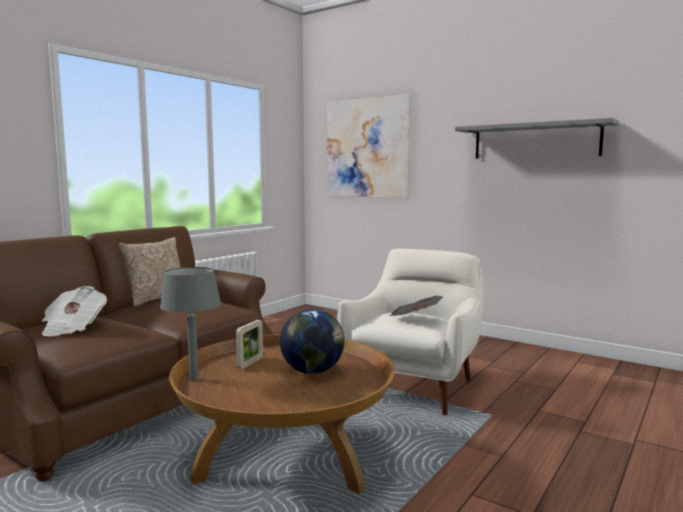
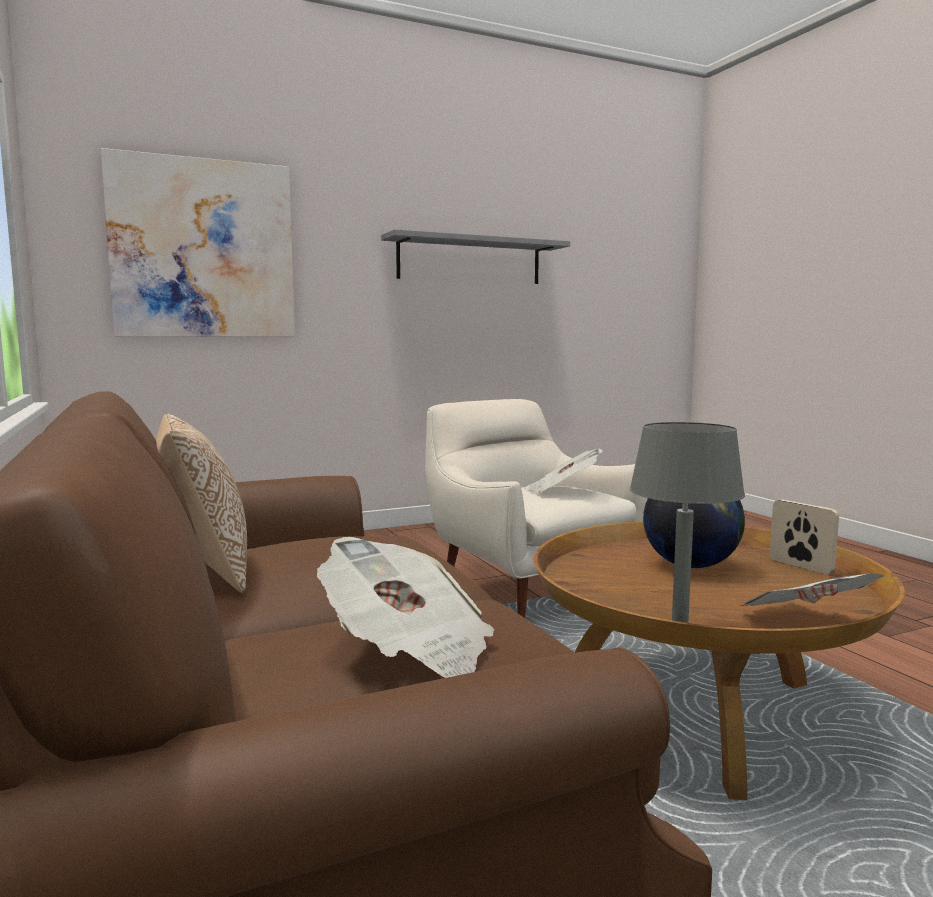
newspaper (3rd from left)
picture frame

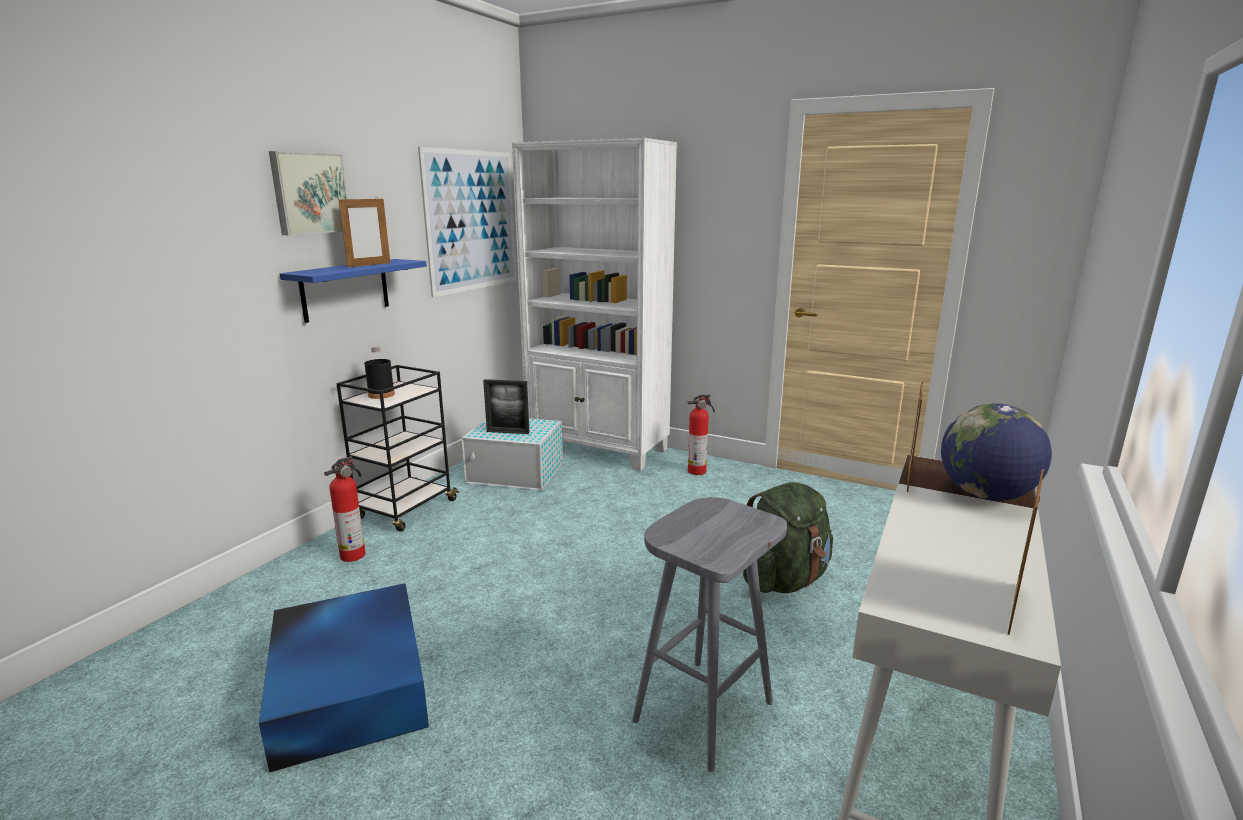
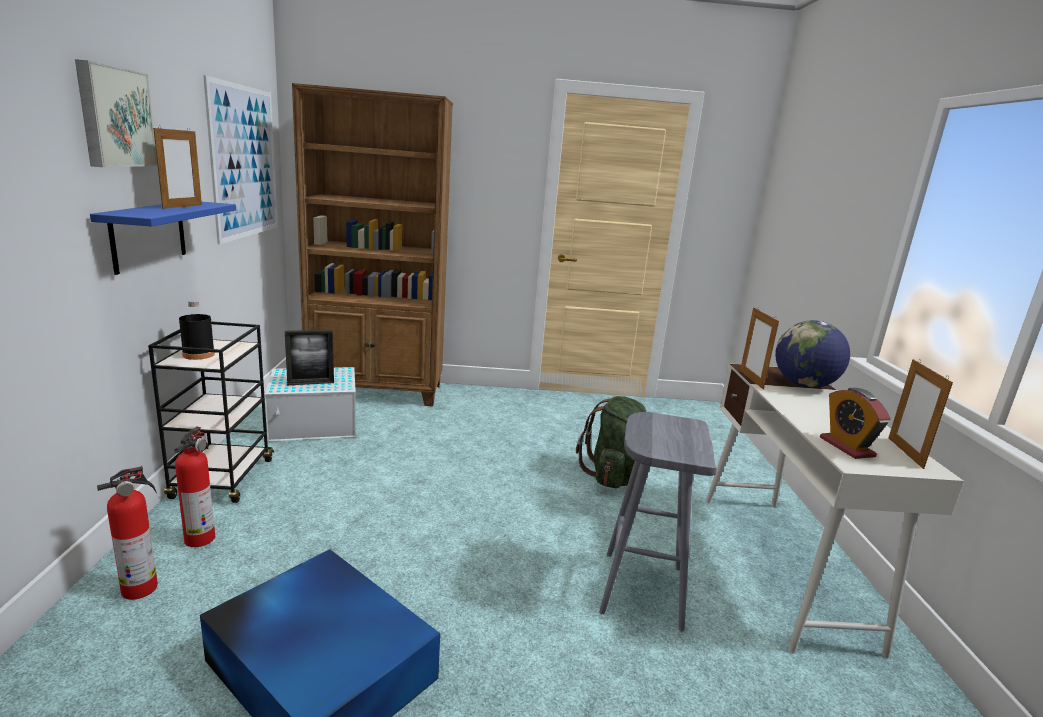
fire extinguisher (1st from left)
bookcase (brown)
alarm clock

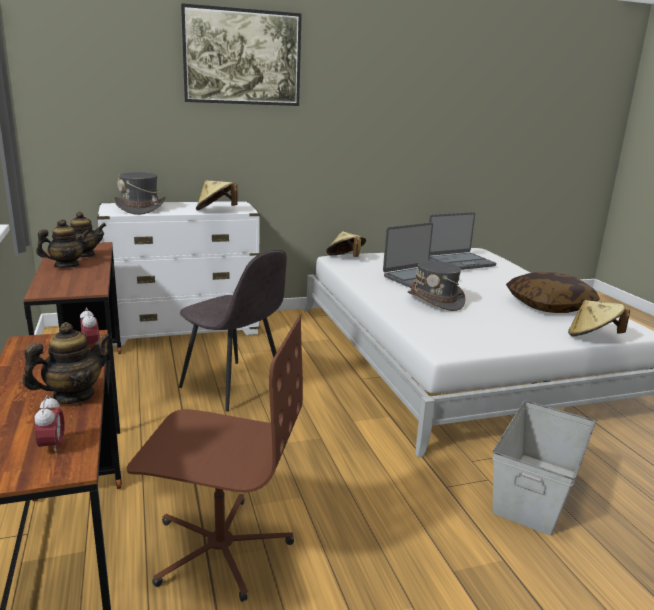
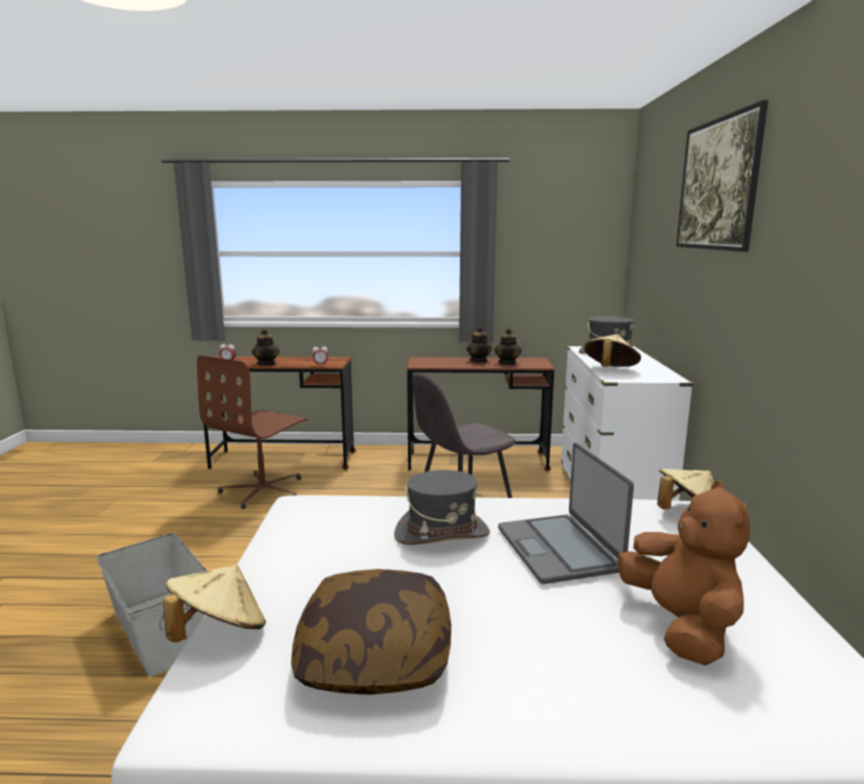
plush toy (brown)

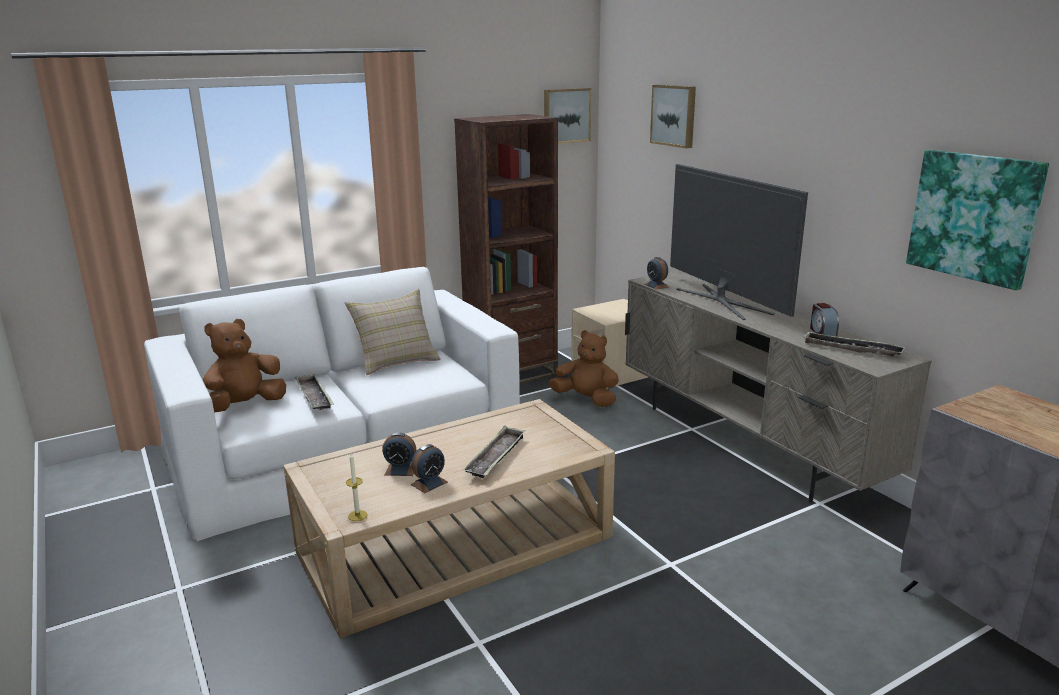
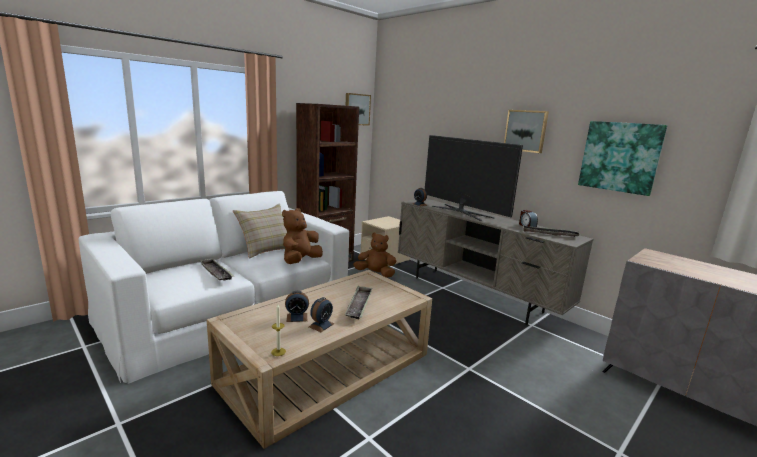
plush toy (brown) (1st from left)
picture (2nd from left)

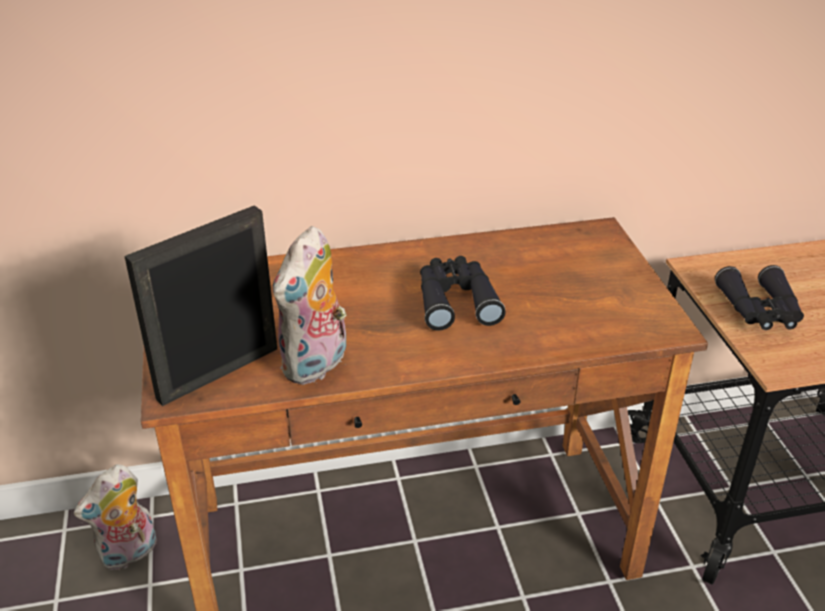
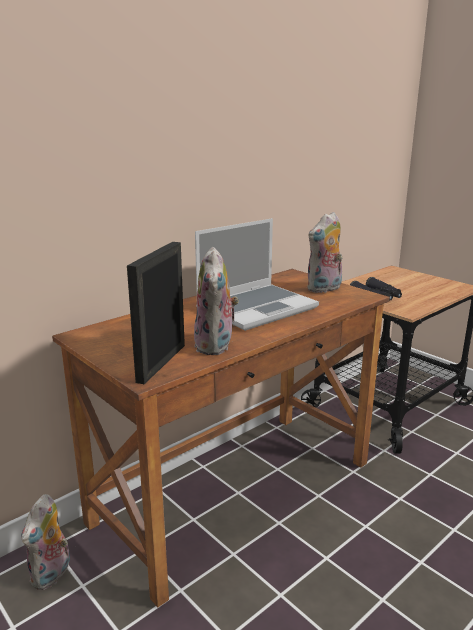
laptop
plush toy (3rd from left)

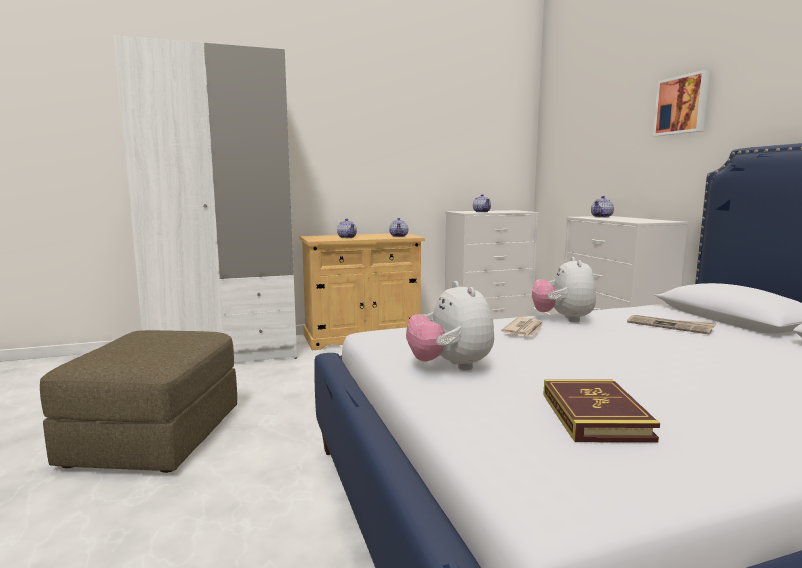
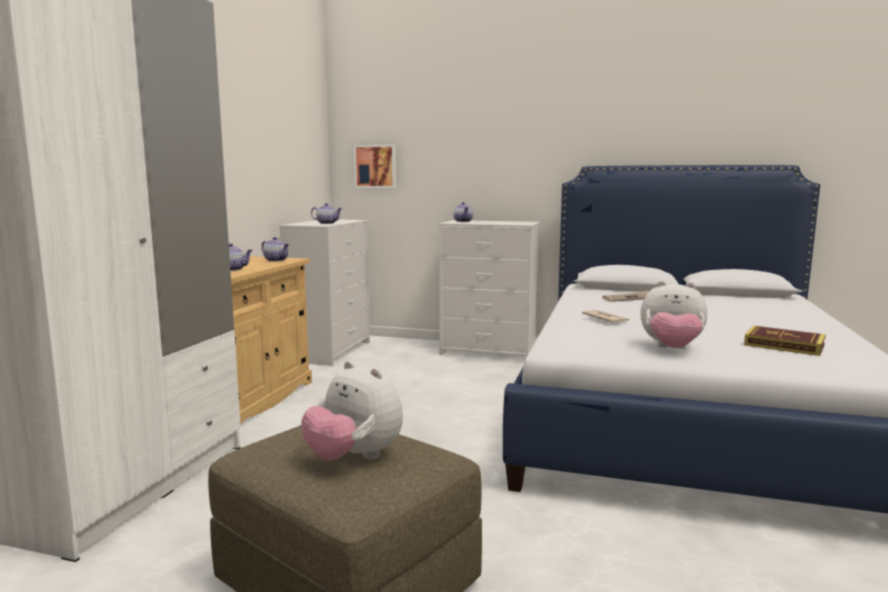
plush toy (1st from left)
picture

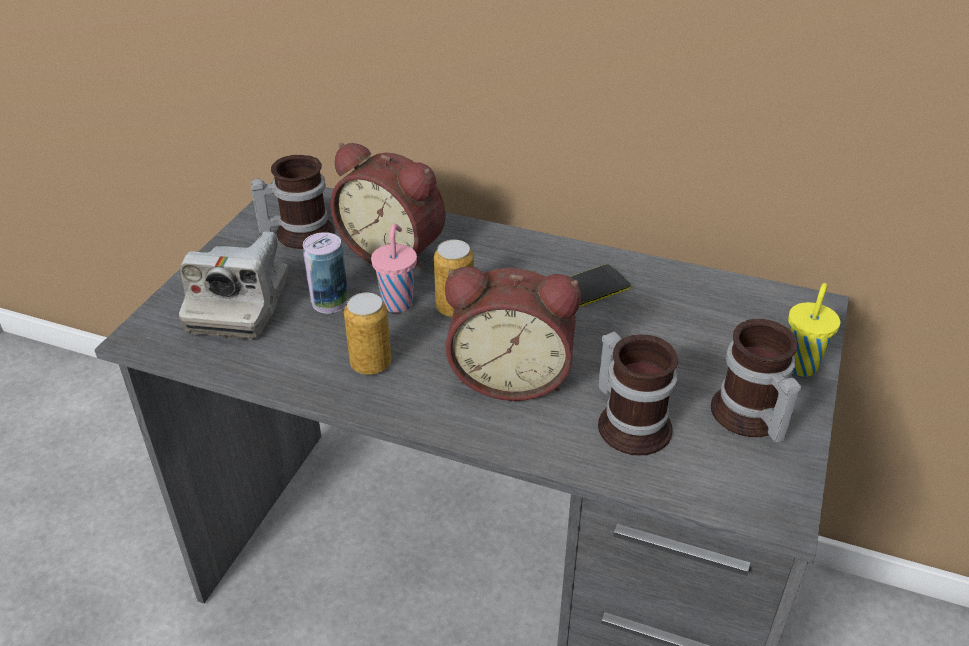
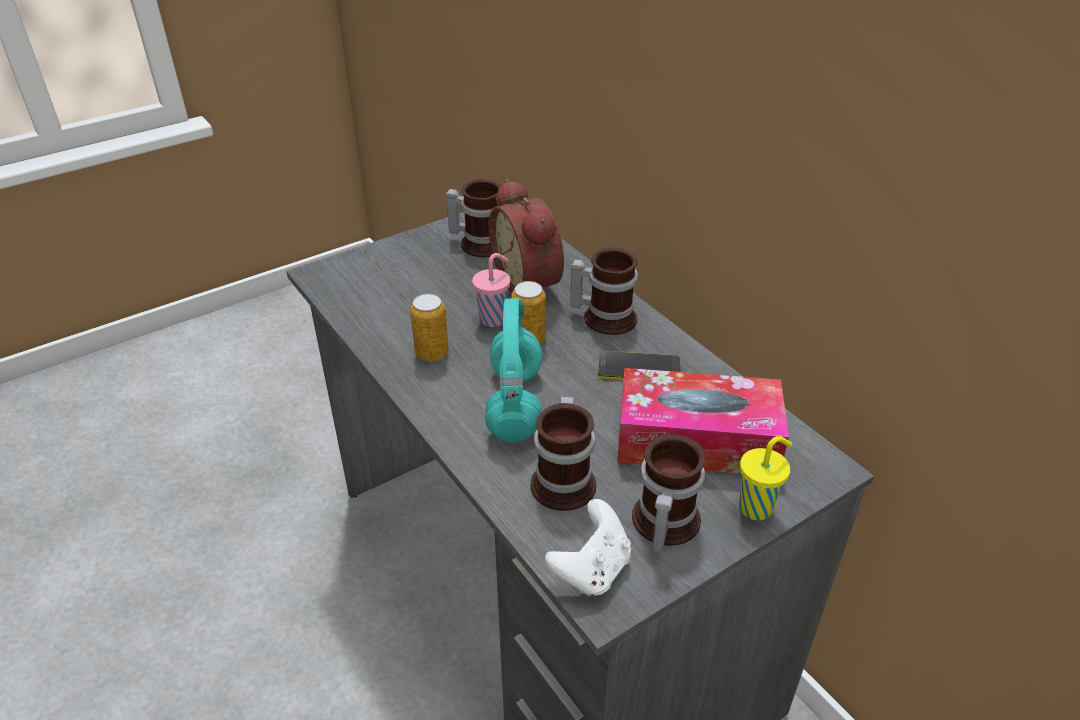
headphones (turquoise)
game controller (white)
mug (3rd from left)
tissue box
photo camera
can (1st from left in the first image)

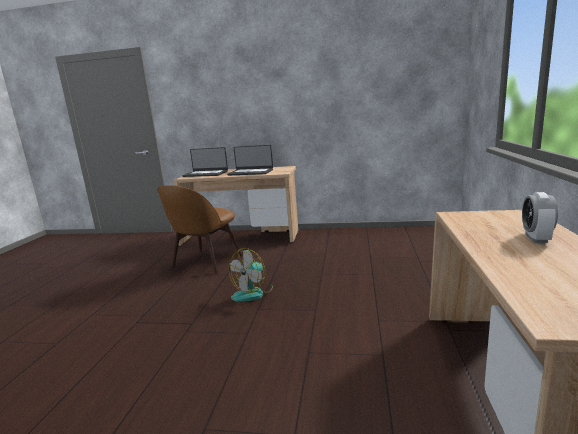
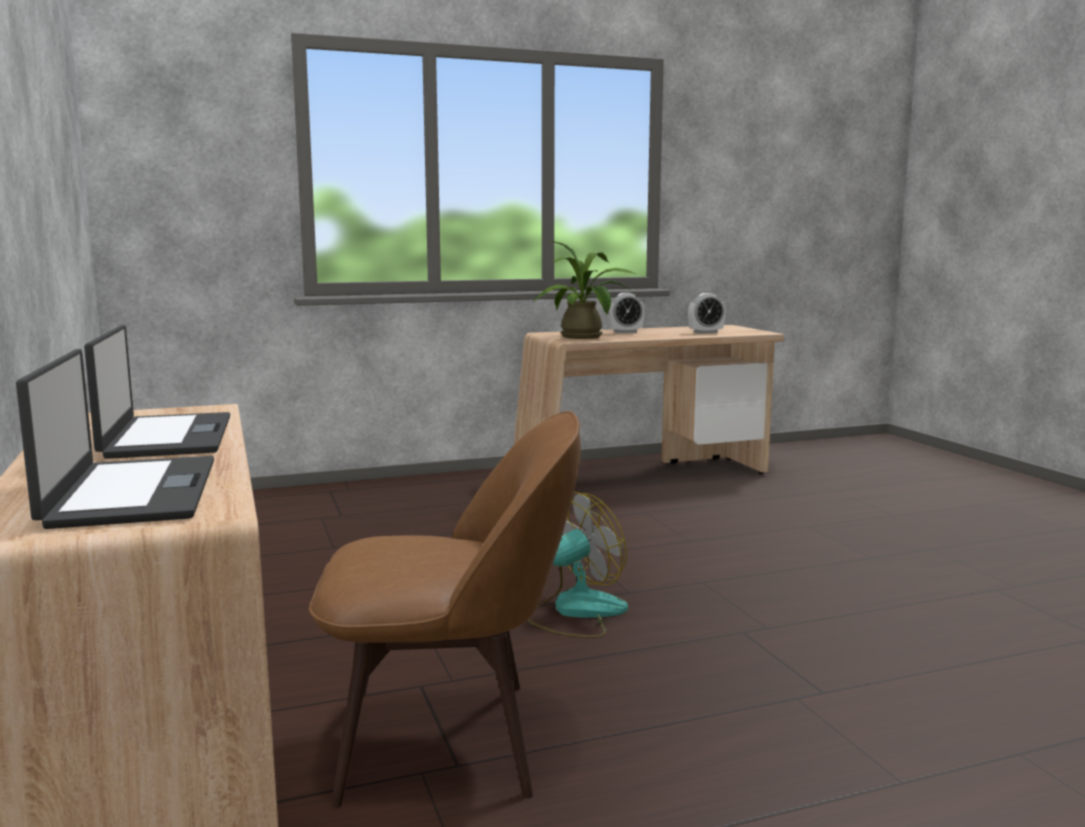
fan
potted plant
alarm clock (2nd from left)

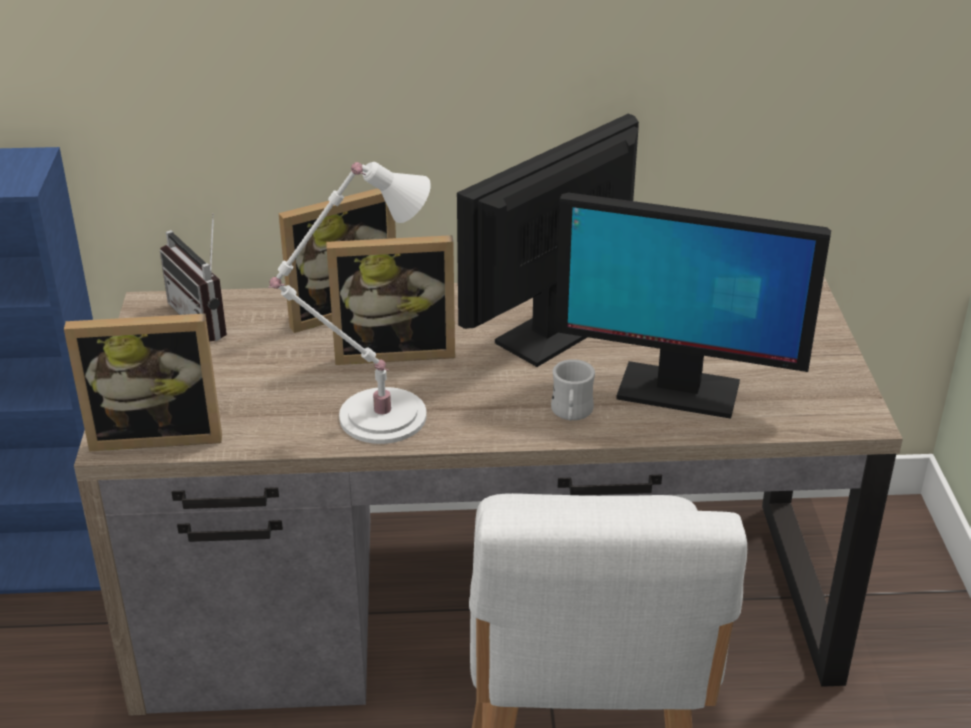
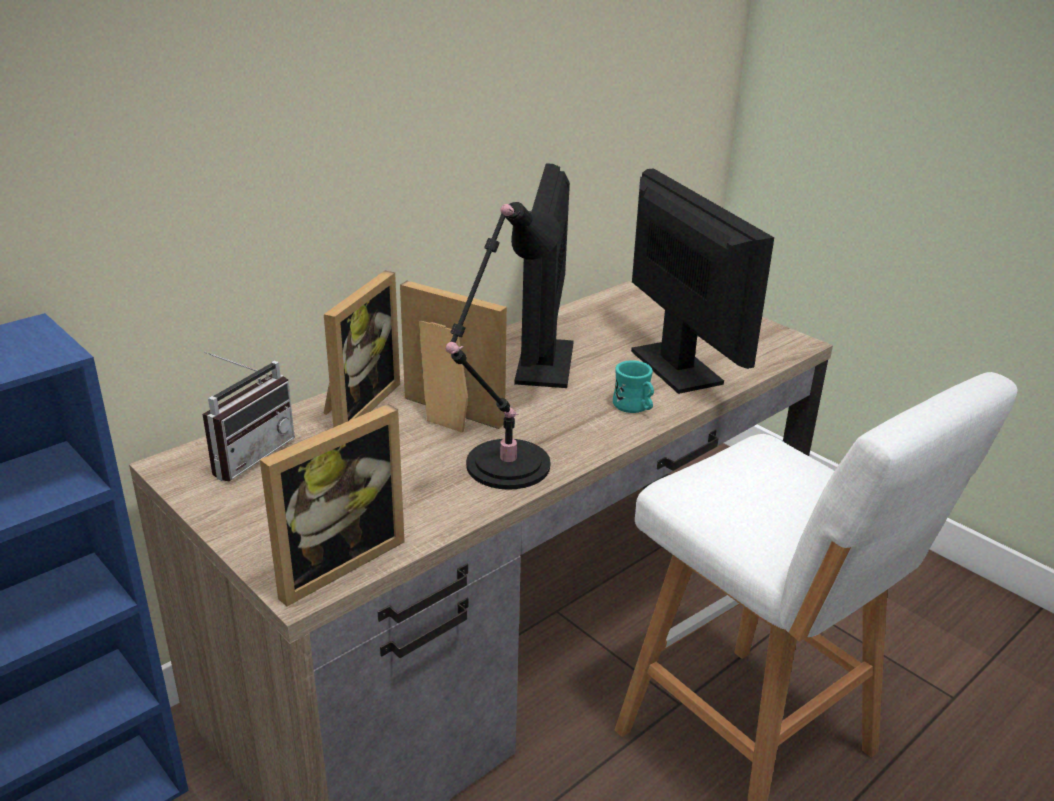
radio
picture frame (3rd from left)
table lamp (black)
mug (turquoise)
monitor (2nd from left)

